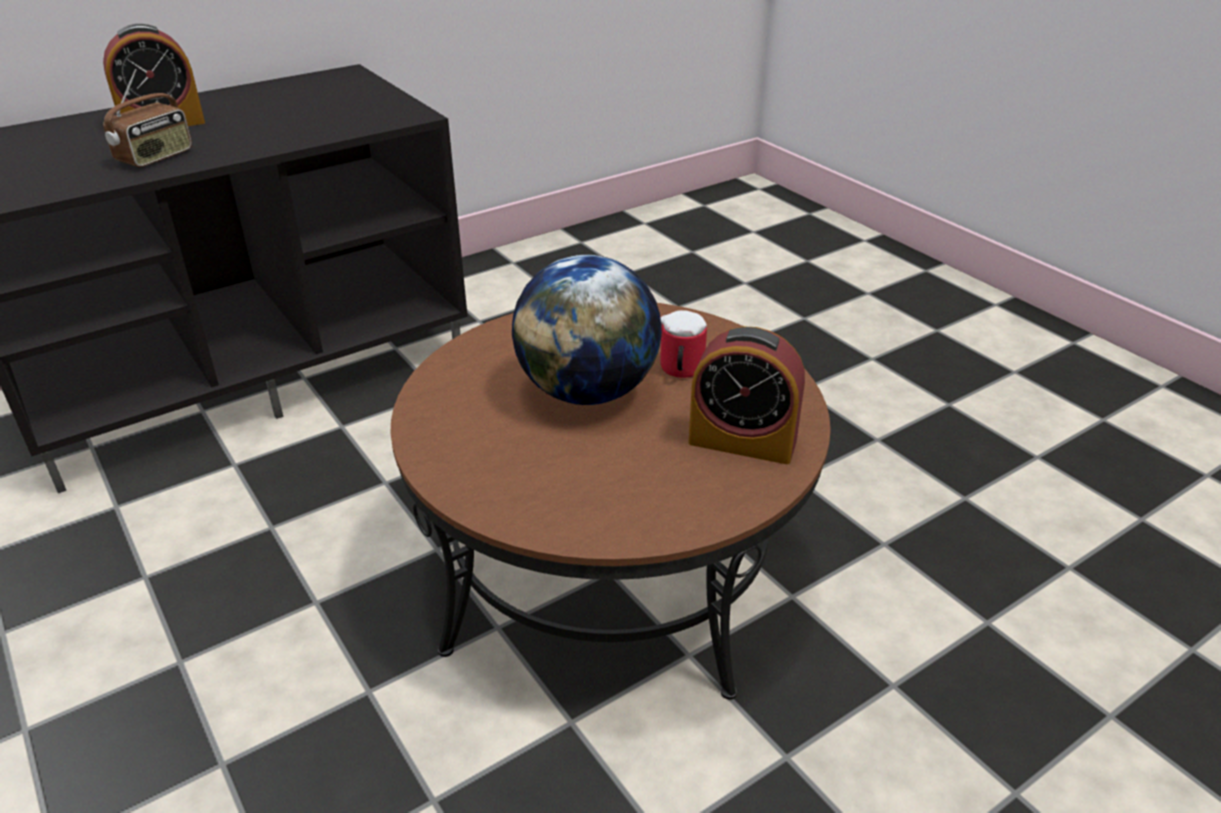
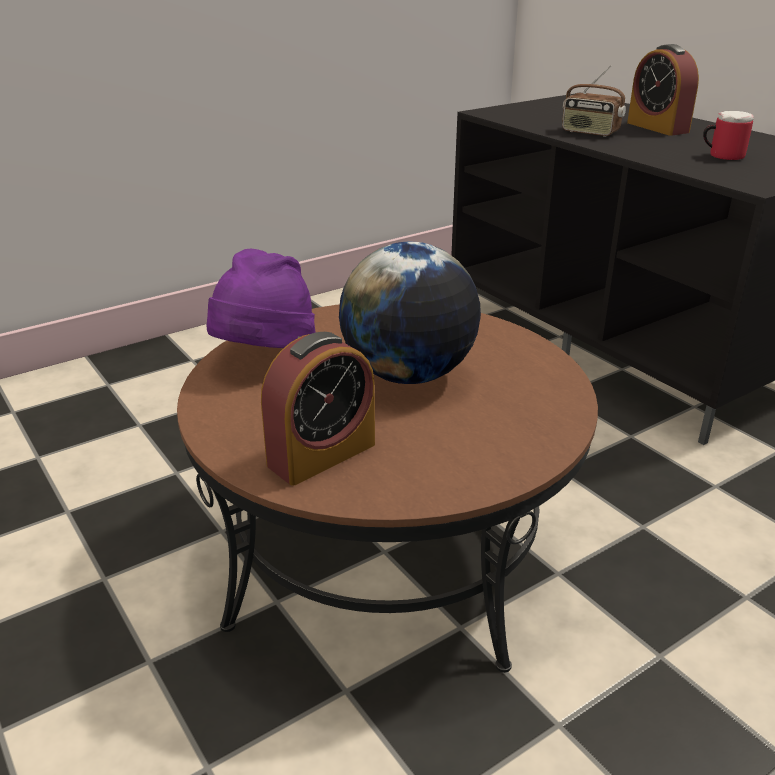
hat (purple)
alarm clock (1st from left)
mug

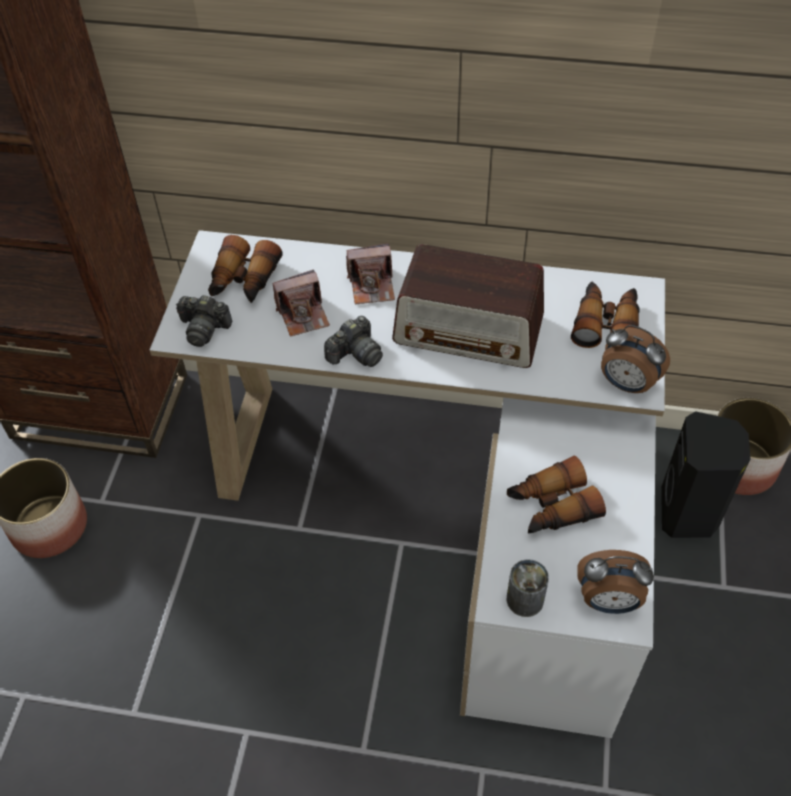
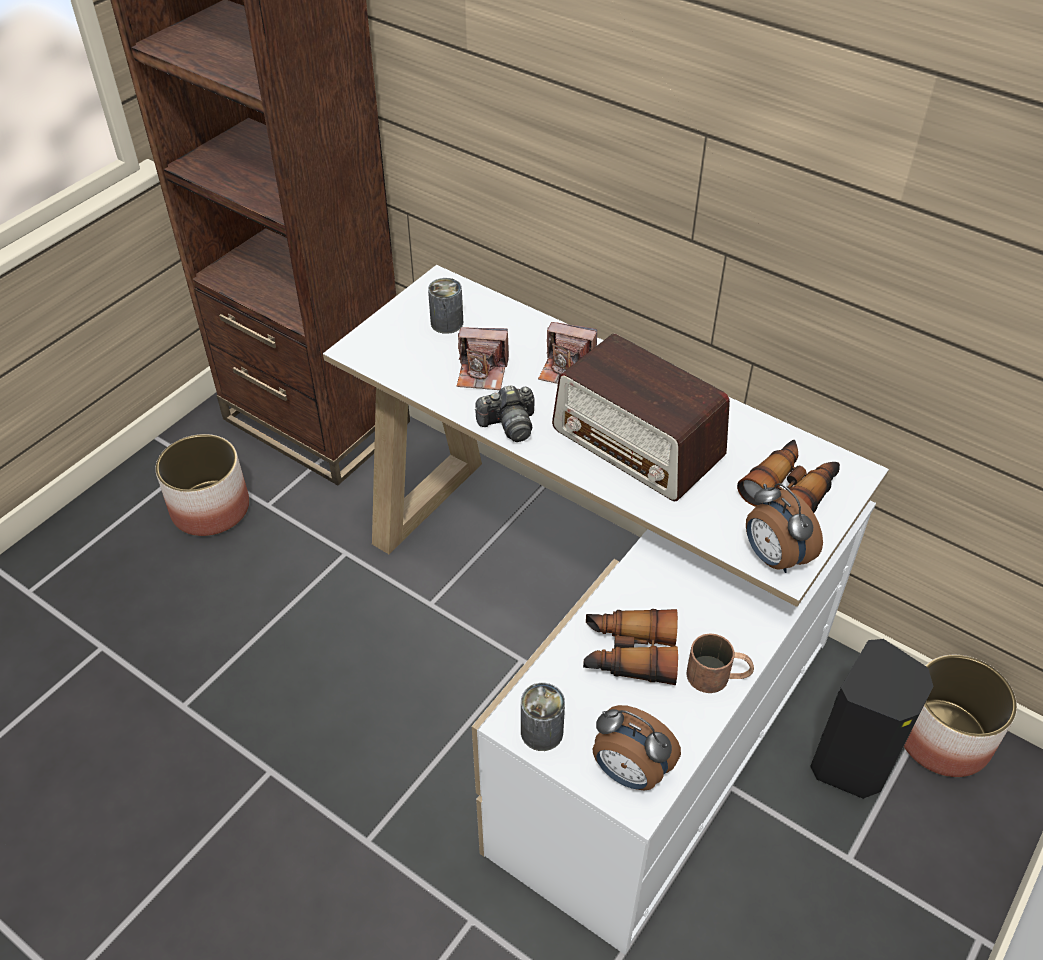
can (1st from left)
mug (brown)
photo camera (1st from left in the first image)

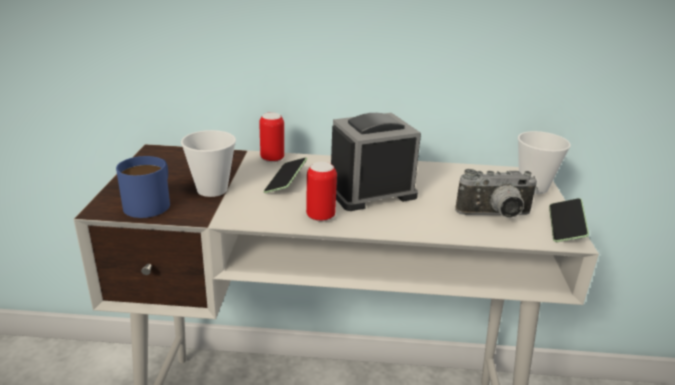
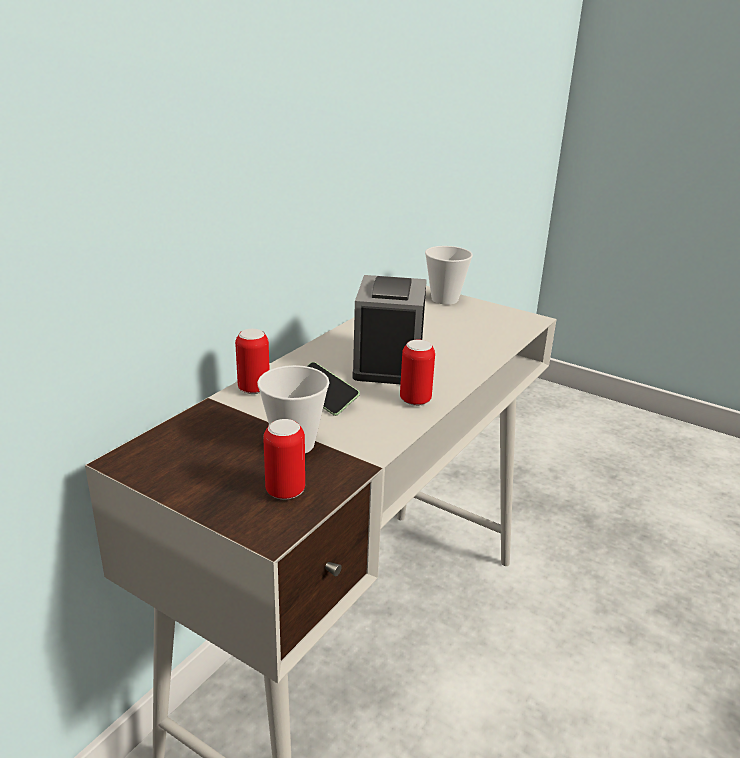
can (2nd from left)
photo camera
phone (2nd from left in the first image)

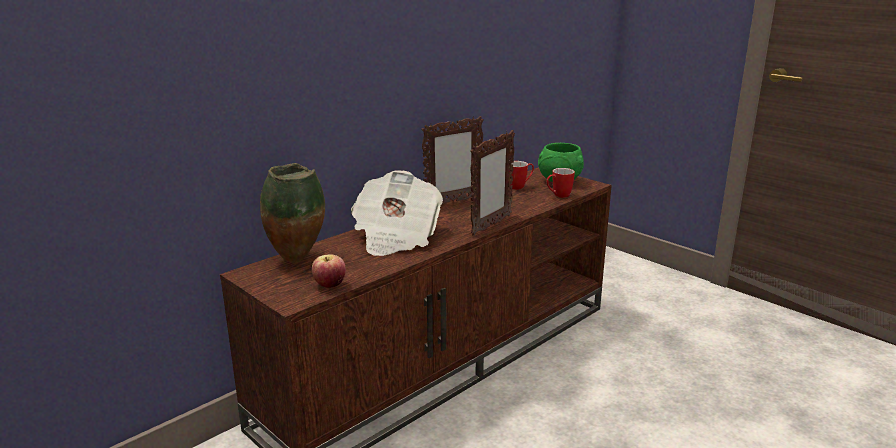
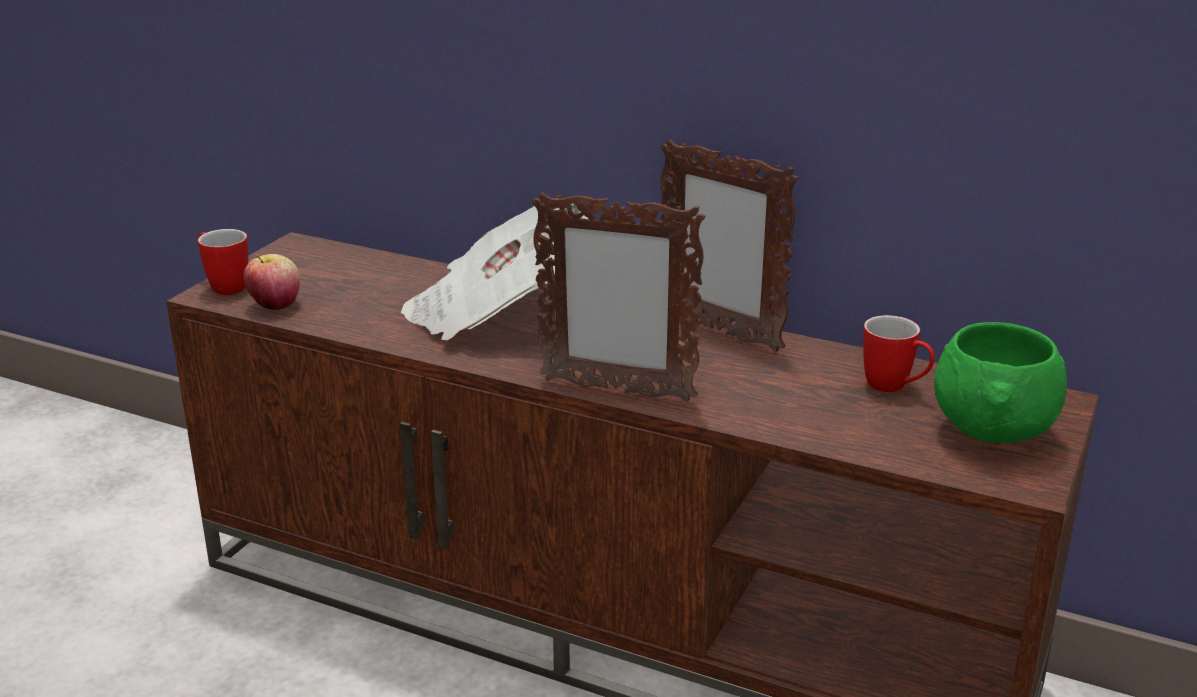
mug (1st from left)
vase

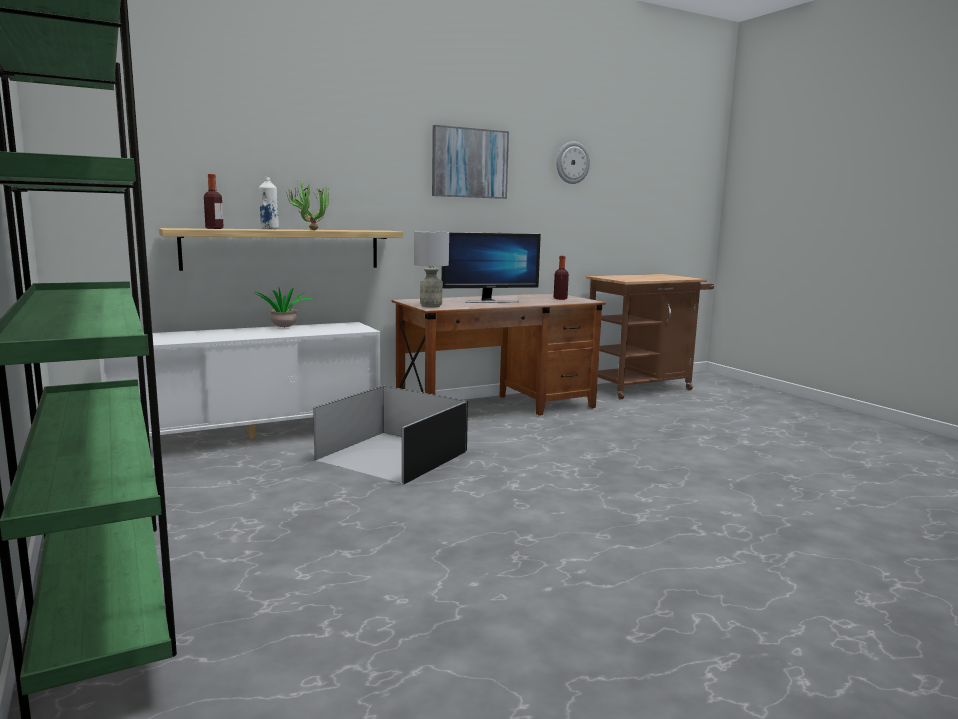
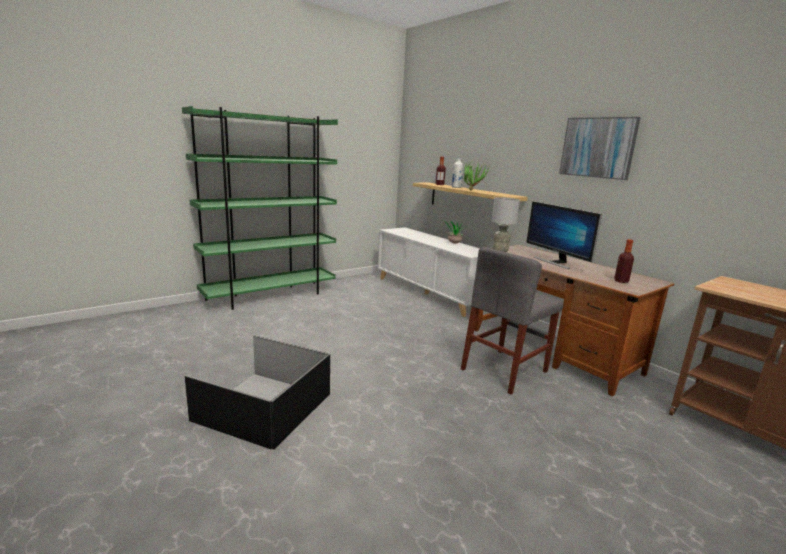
storage box (black)
chair (grey)
wall clock

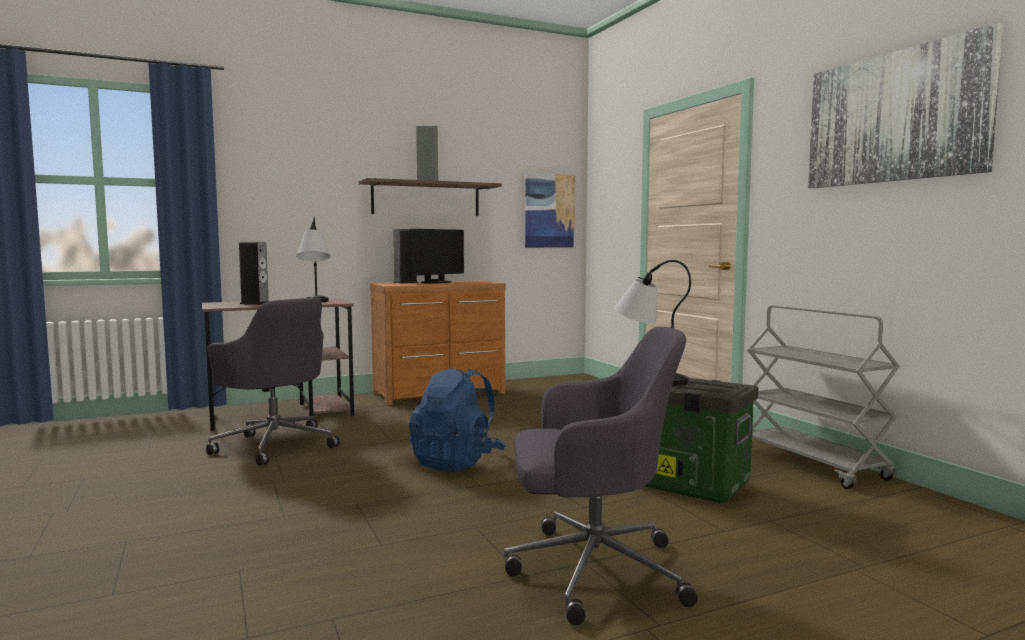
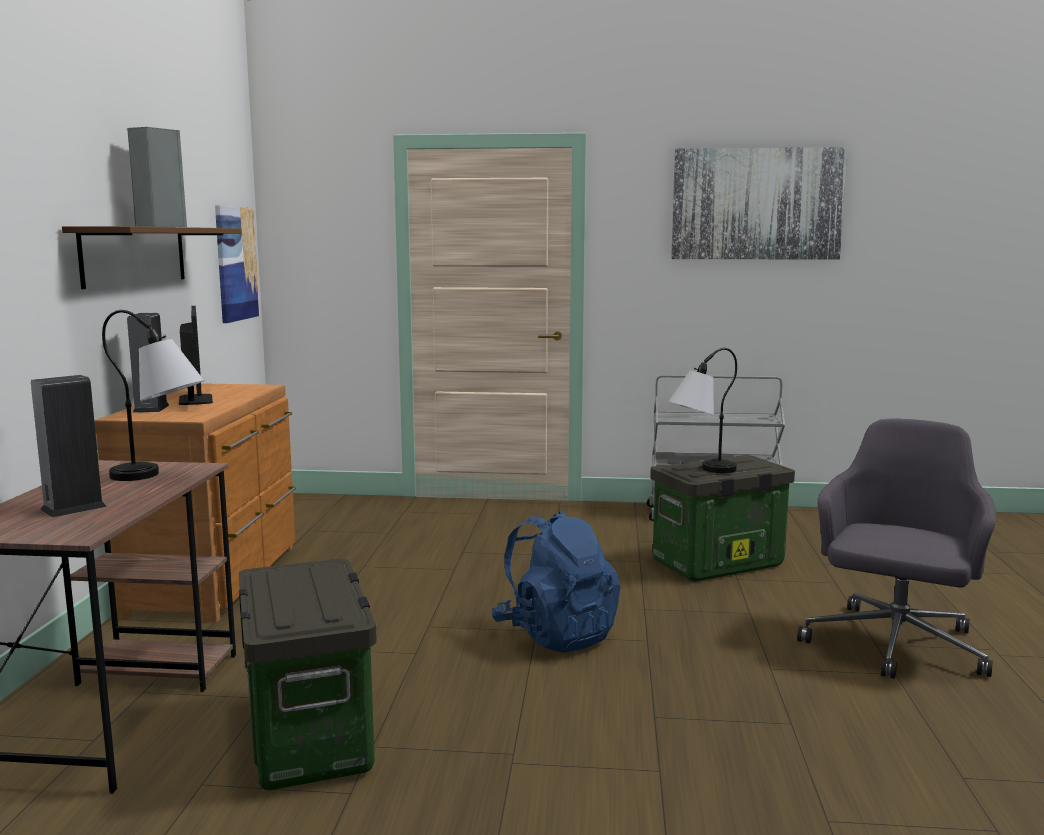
storage box (1st from left)

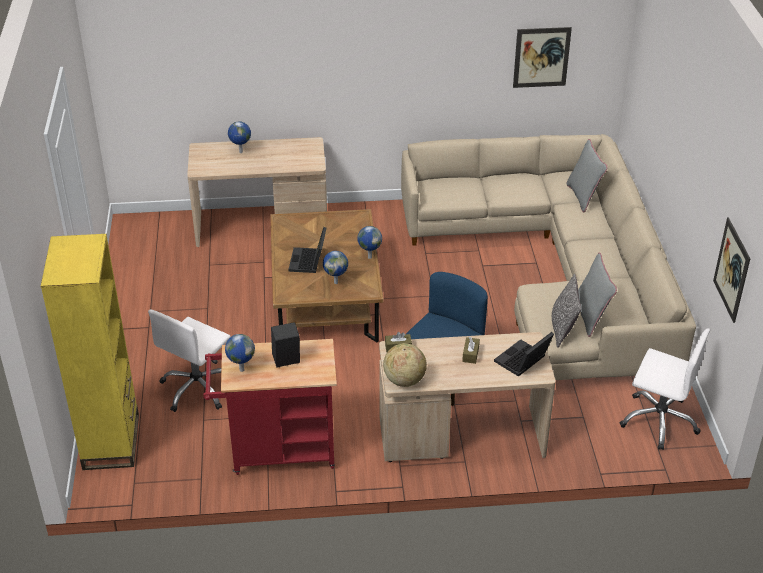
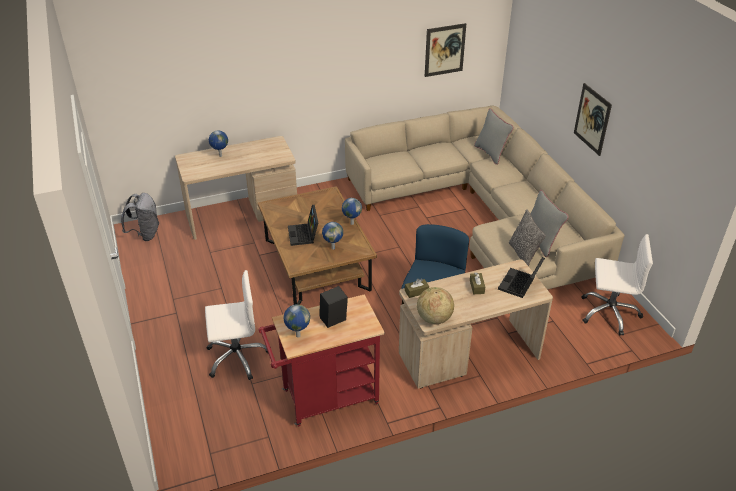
backpack (grey)
office chair (white) (1st from left)
picture (2nd from left)
bookcase (yellow)

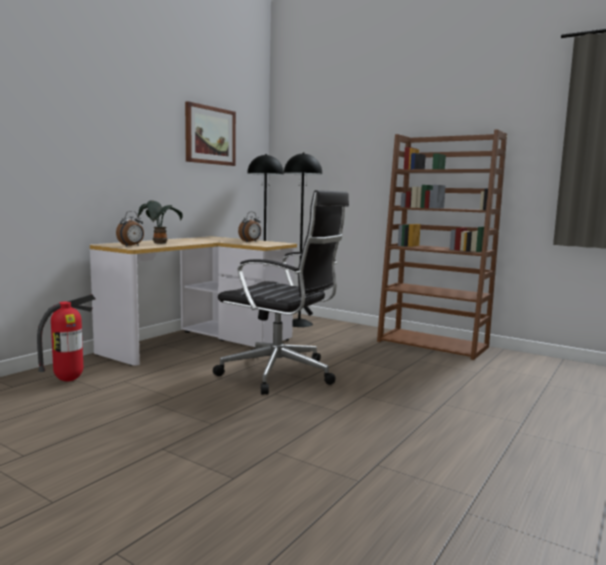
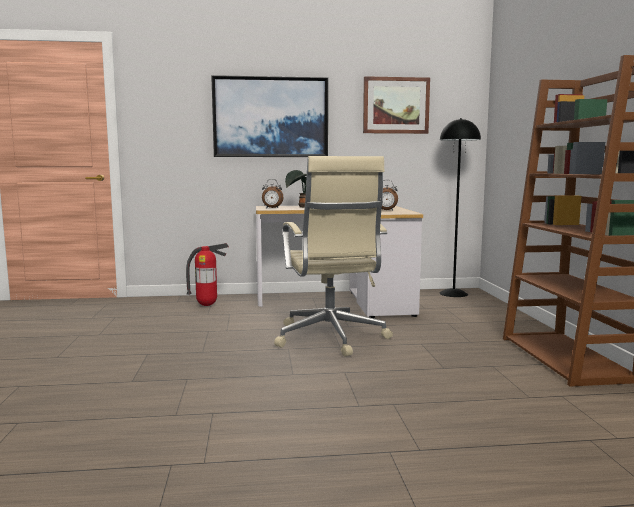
picture (1st from left)
office chair (beige)
floor lamp (black) (2nd from left in the first image)

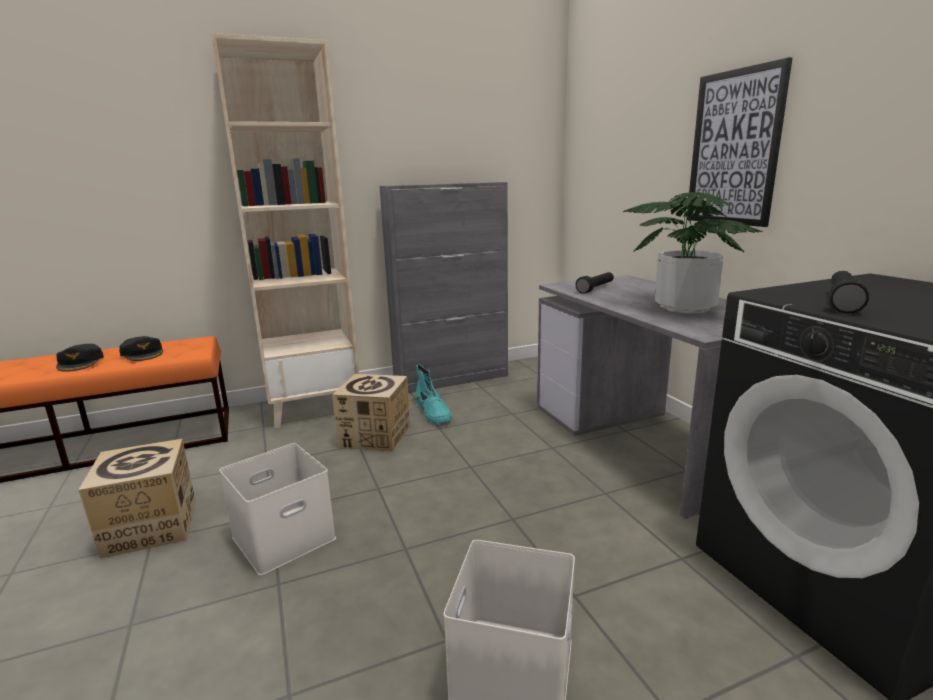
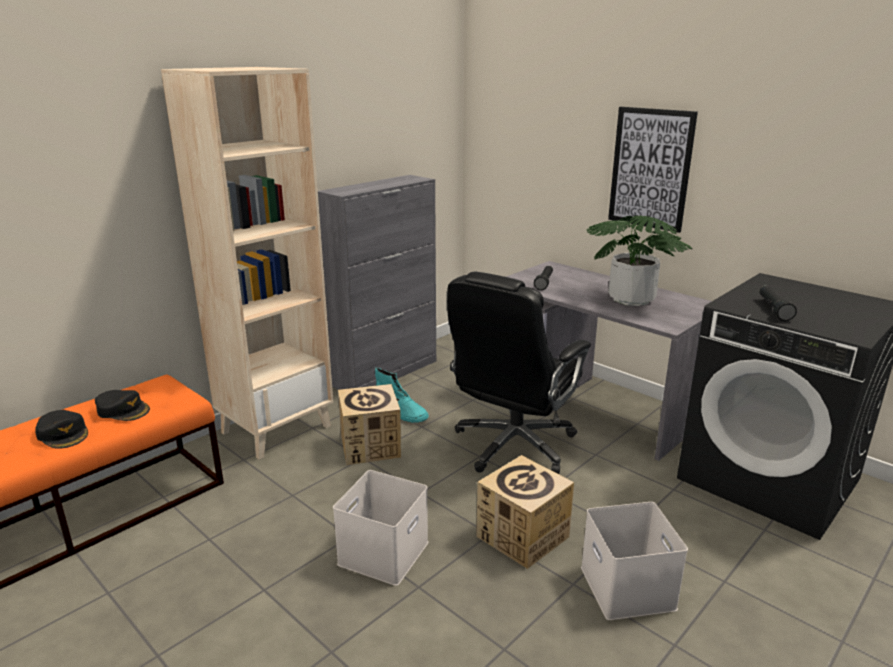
office chair (black)
cardboard box (2nd from left)

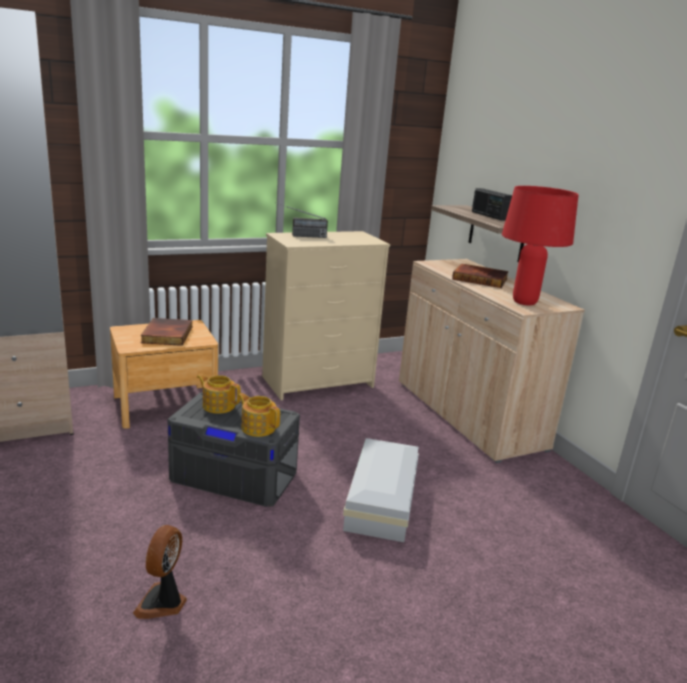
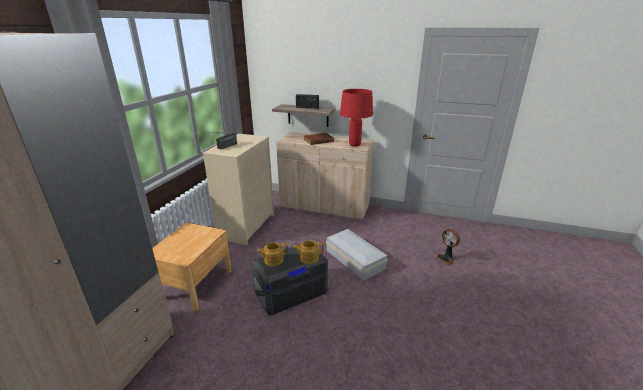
fan
book (1st from left in the first image)

